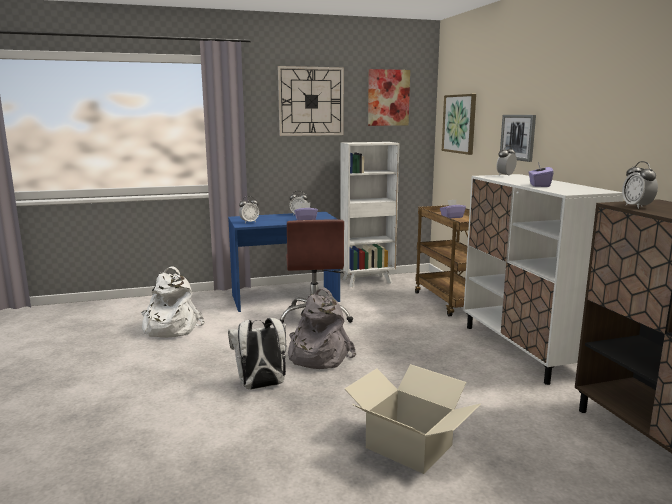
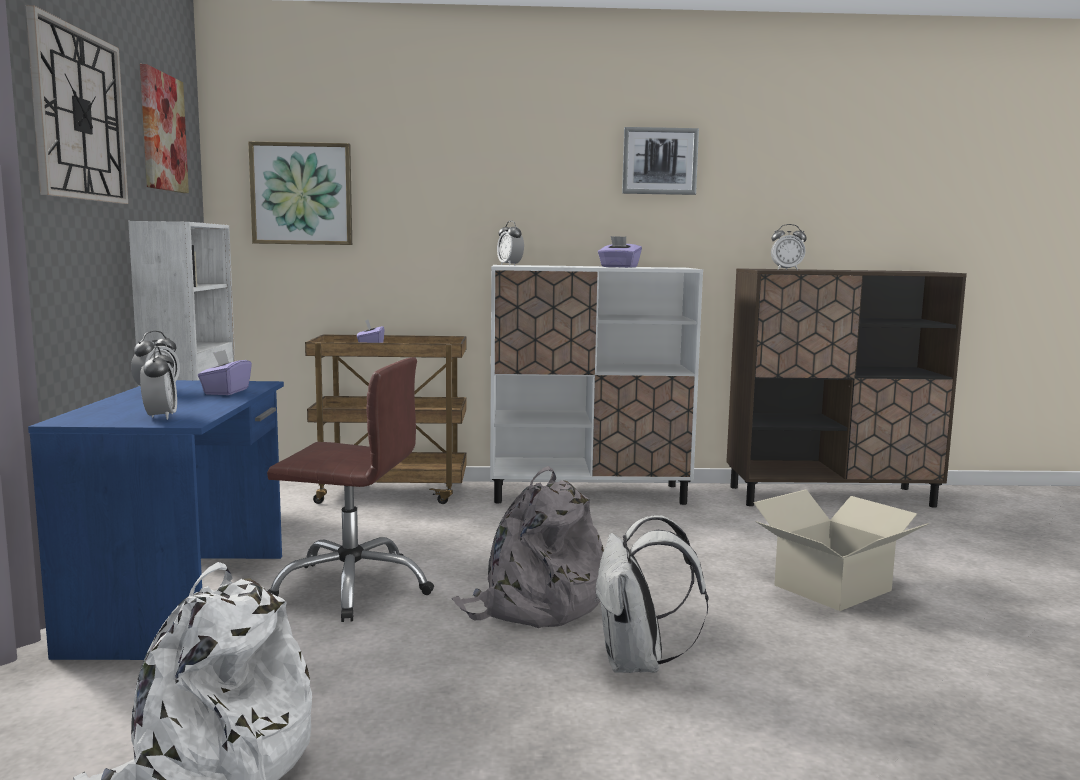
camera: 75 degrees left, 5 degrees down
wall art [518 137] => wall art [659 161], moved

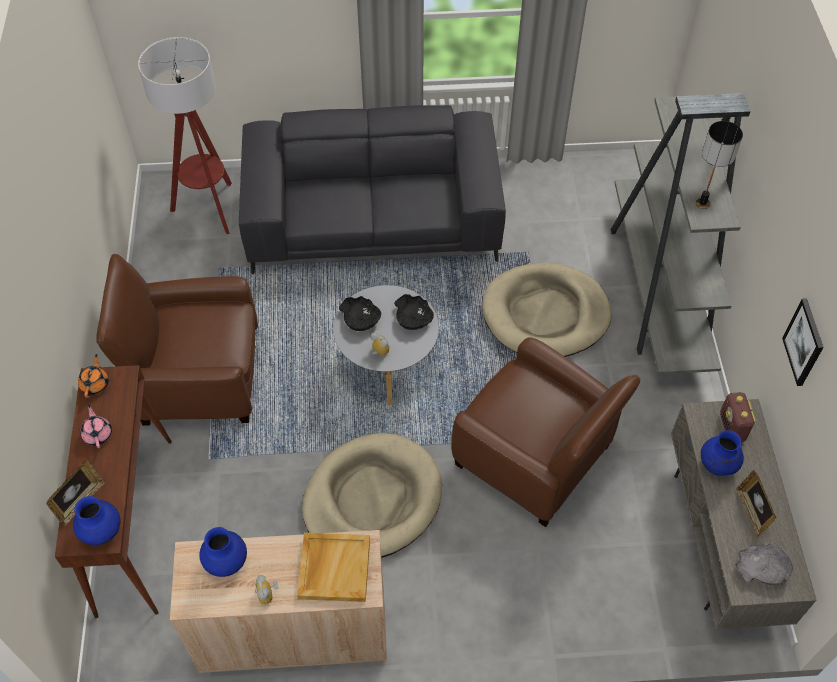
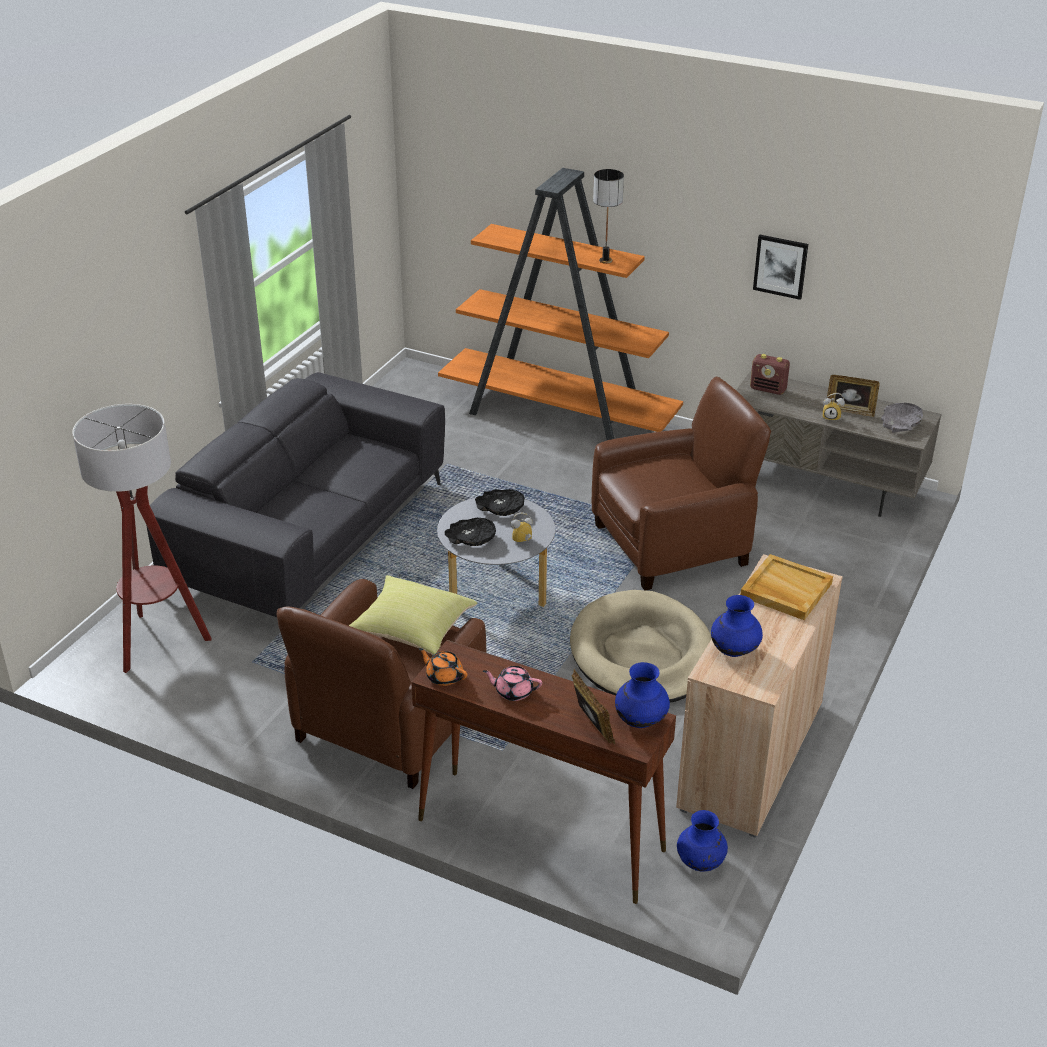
camera: 60 degrees left, 20 degrees down
grey bookcase [658 290] => orange bookcase [559 417]
beige-coloured pet bed [545 314] => nothing
blue-coloured flower vase [717 465] => blue-coloured flower vase [700 863], moved
bedside clock [268 595] => bedside clock [831 417], moved
nothing => yellow cushion [411 631]

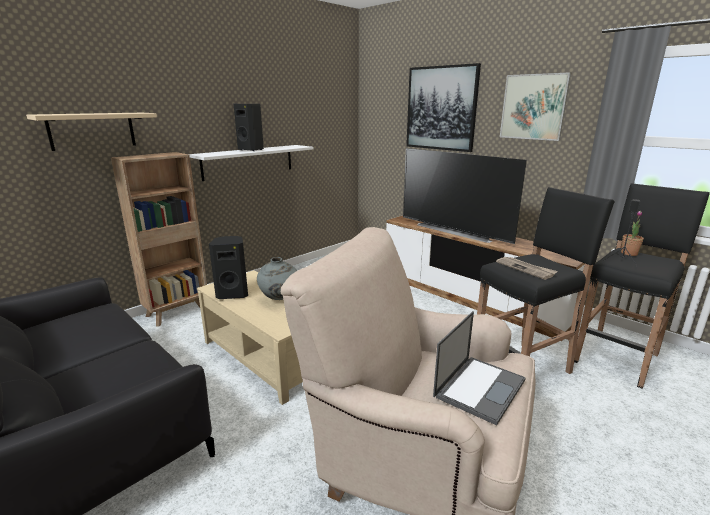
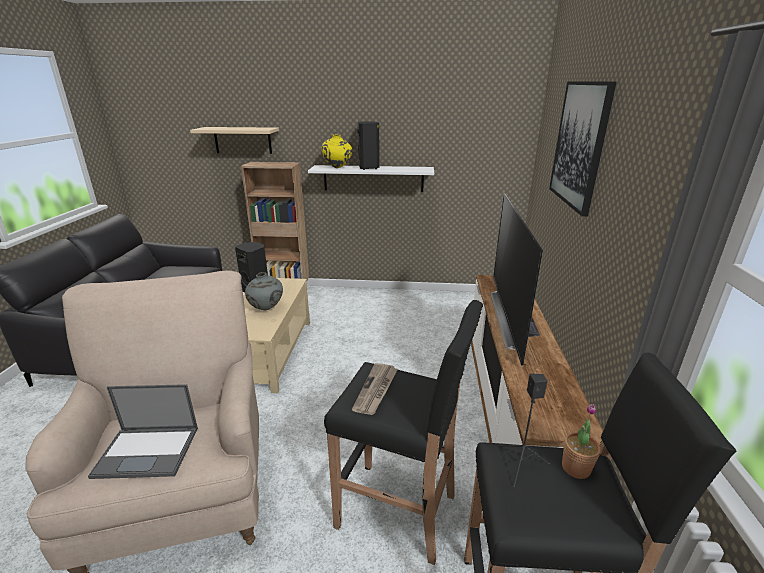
camera: 50 degrees right, 5 degrees up
wall art [533 107] => nothing
nothing => yellow flower vase [337 168]

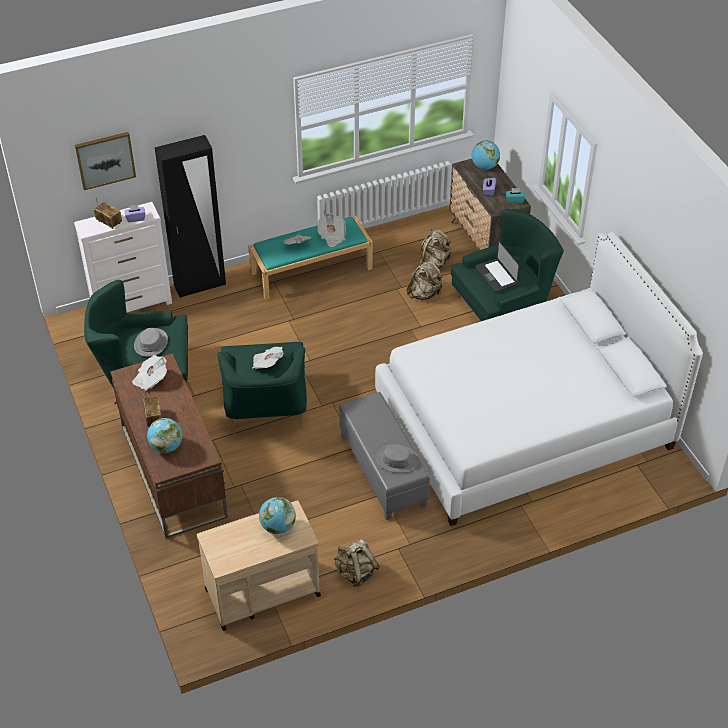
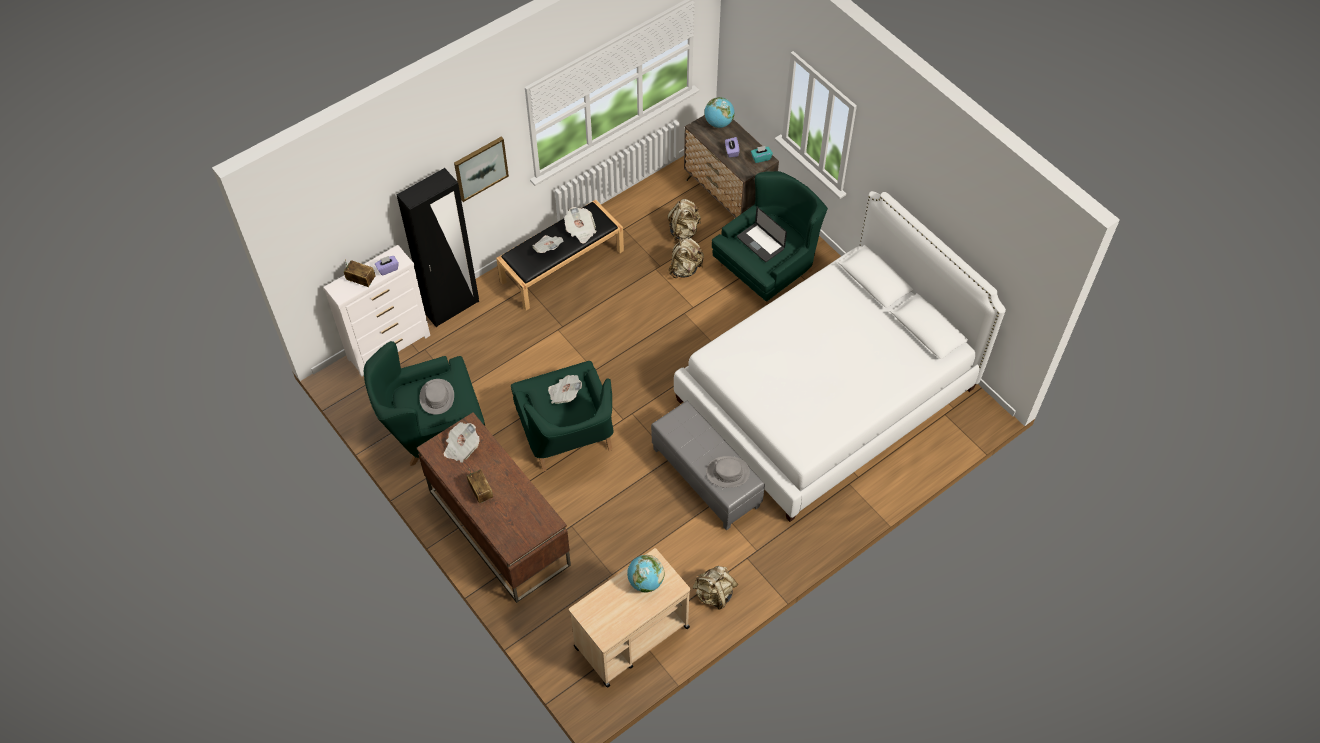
camera: 15 degrees left, 10 degrees up
wall art [105 160] => wall art [480 168], moved
turquoise long seat [312 270] => black long seat [562 265]
globe [166 446] => nothing

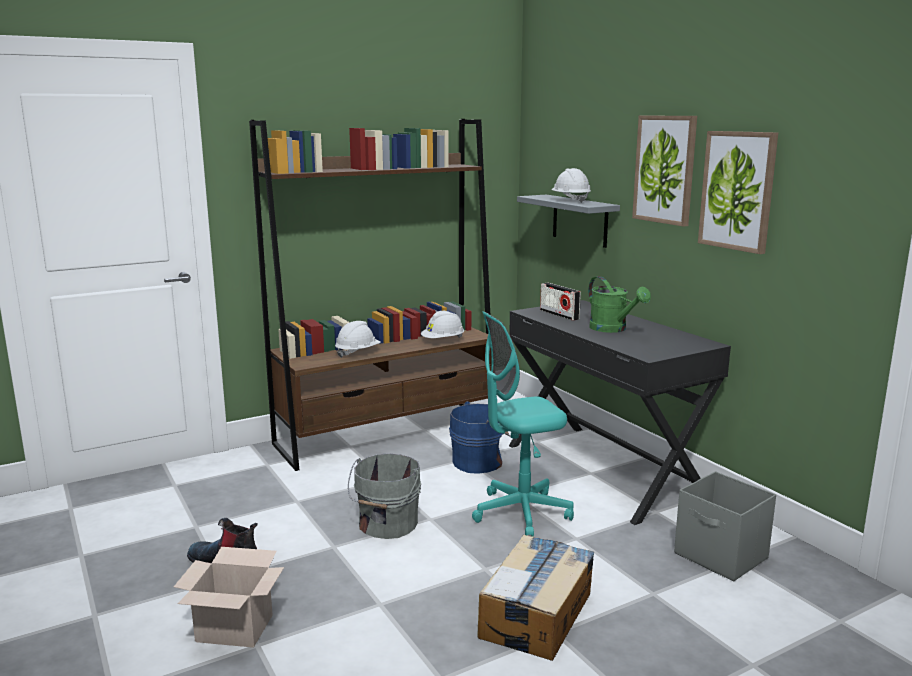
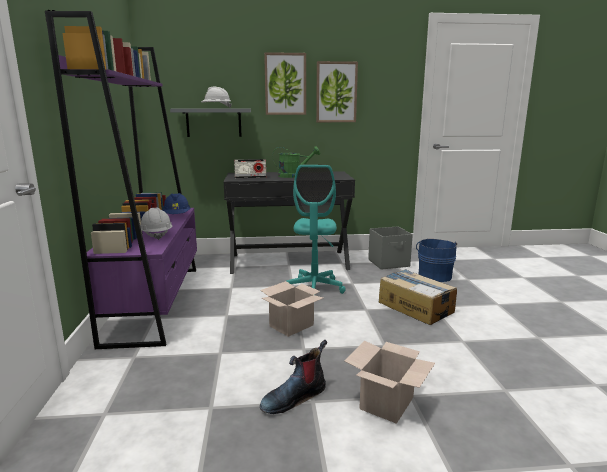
camera: 65 degrees left, 0 degrees up
brown-coloured bookcase [388 434] => purple-coloured bookcase [155 302]
white hard hat [443 341] => blue-coloured hard hat [177 216]
blue-coloured pail [479 462] => blue-coloured pail [434 275], moved
grey pail [386 525] => carton [291 326]

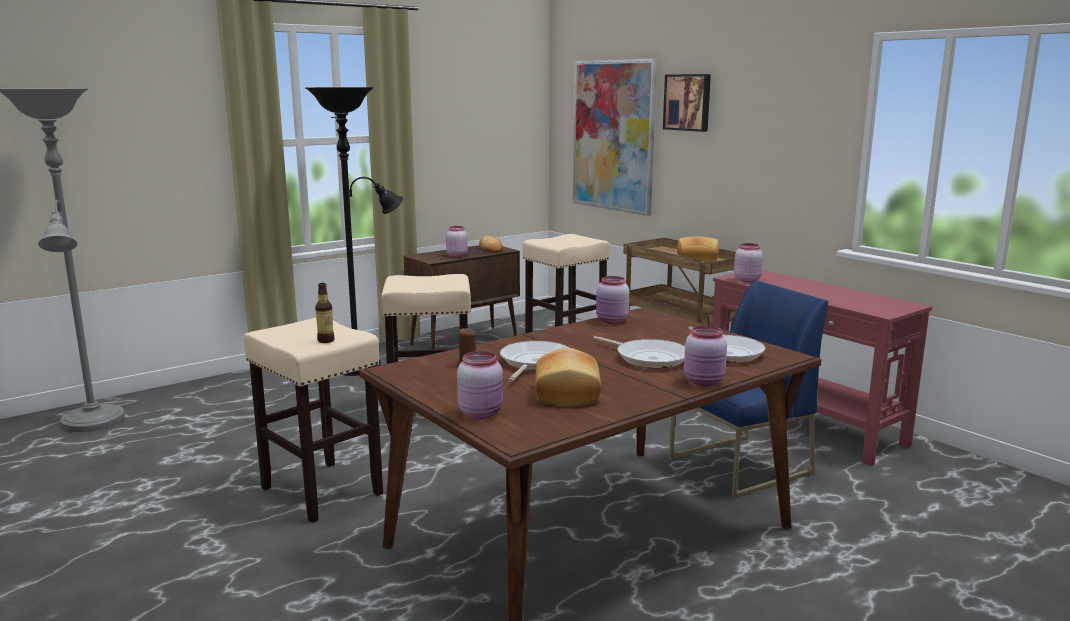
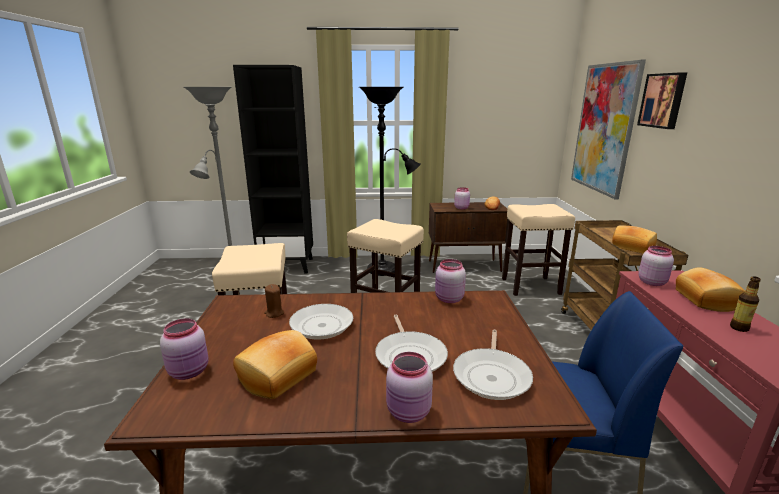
camera: 35 degrees right, 5 degrees up
beverage bottle [326 340] => beverage bottle [739 328], moved
nothing => black bookcase [288 265]
nothing => baked bread [705 300]

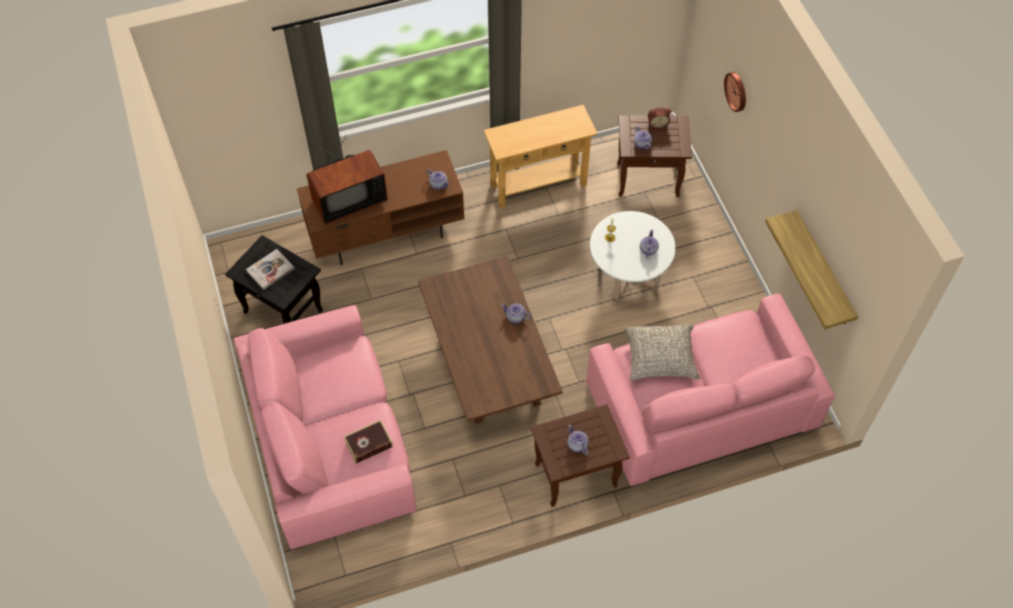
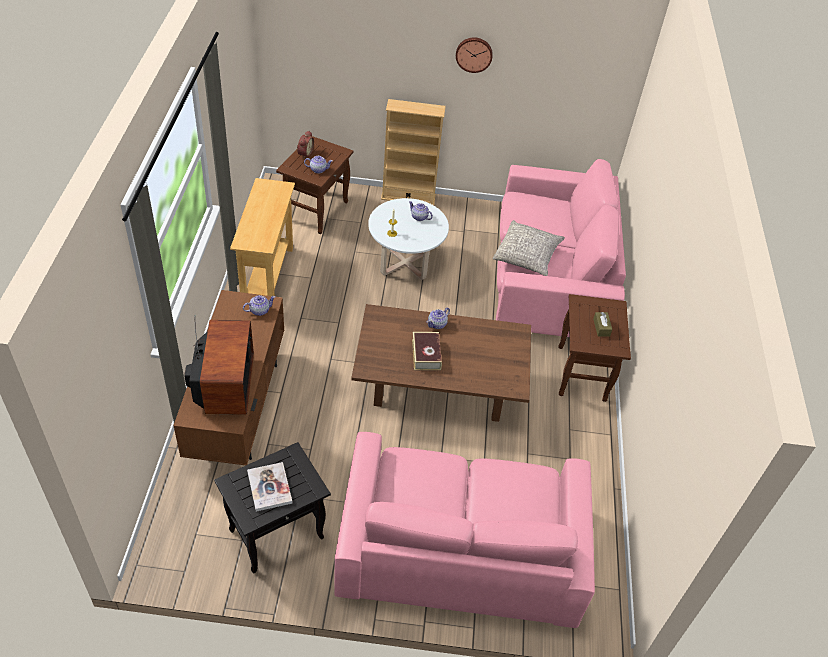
camera: 70 degrees left, 10 degrees down
wall clock [737 91] => wall clock [474 54], moved
shelf [823 270] => nothing
book [369 444] => book [426 354], moved
tea pot [577 444] => brown-coloured box of tissues [601 327]
nothing => beige-coloured bookcase [408 197]

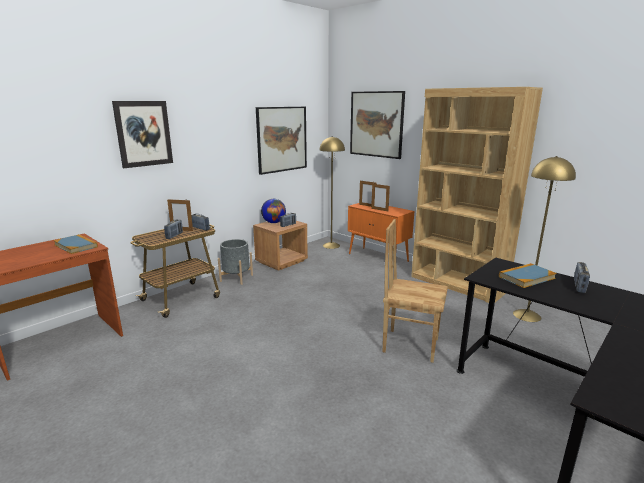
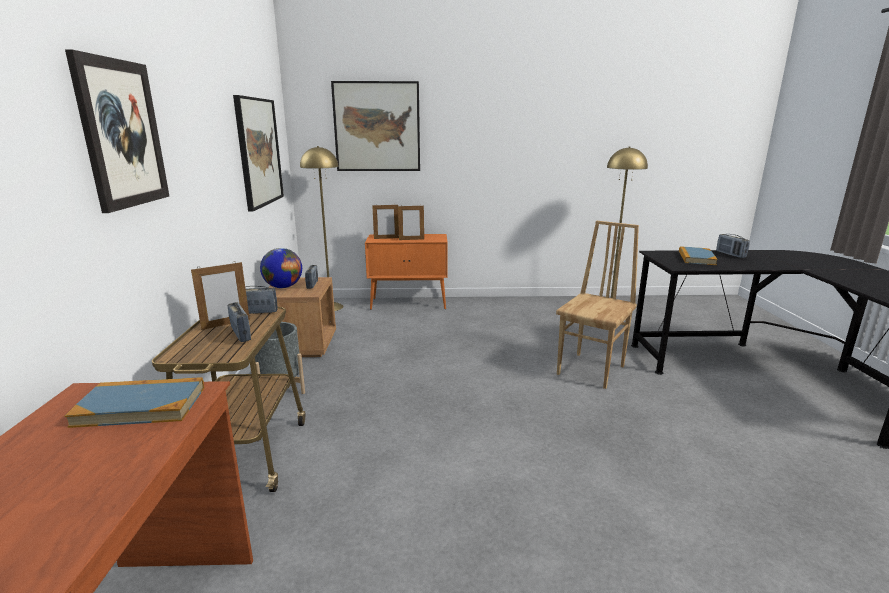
camera: 45 degrees left, 0 degrees up
brown-coloured bookcase [458 284] => nothing
brown-coloured chair [410 344] => brown-coloured chair [592 370], 150 degrees clockwise

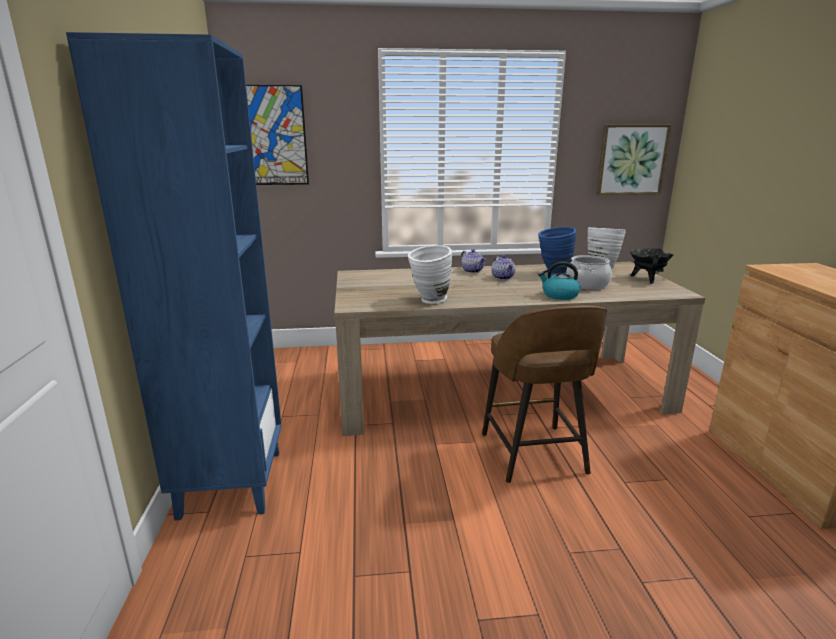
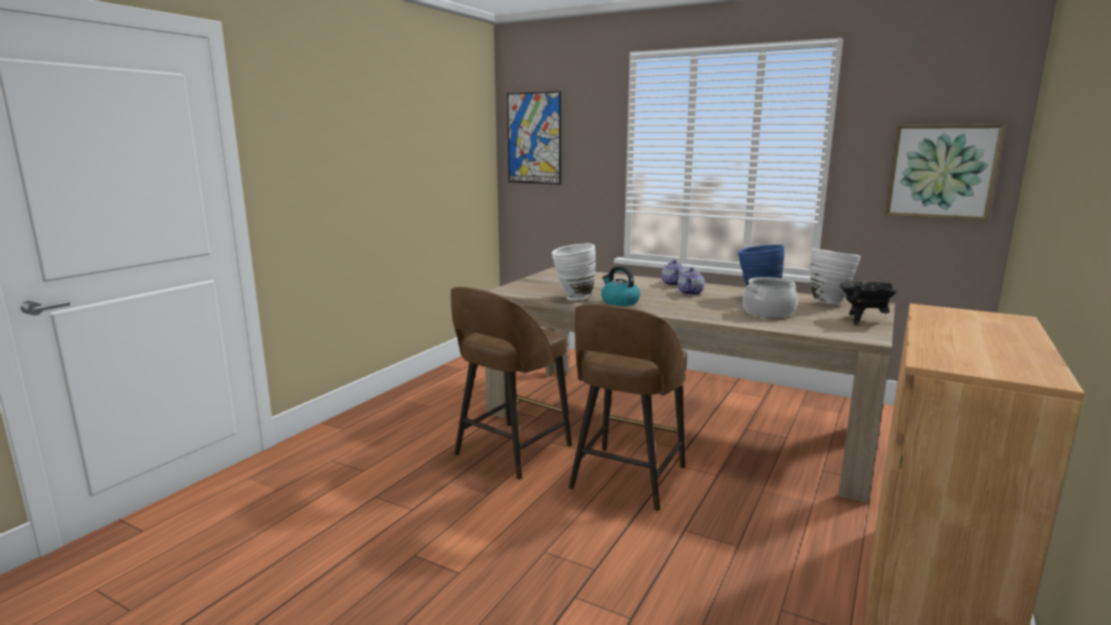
camera: 35 degrees right, 5 degrees down
blue-coloured bookcase [230 482] => nothing
water kettle [559 295] => water kettle [619 302], moved
nothing => brown-coloured sitting stool [510 451]

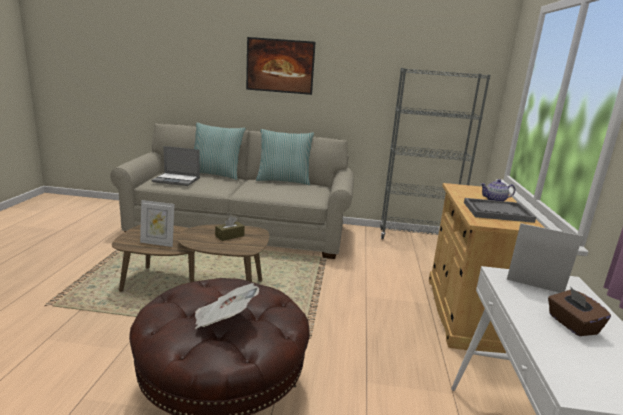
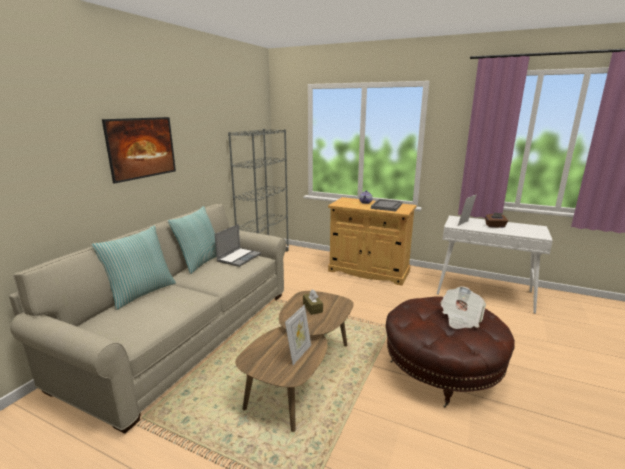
camera: 70 degrees left, 0 degrees up
portable computer [177 180] => portable computer [239 258], moved

